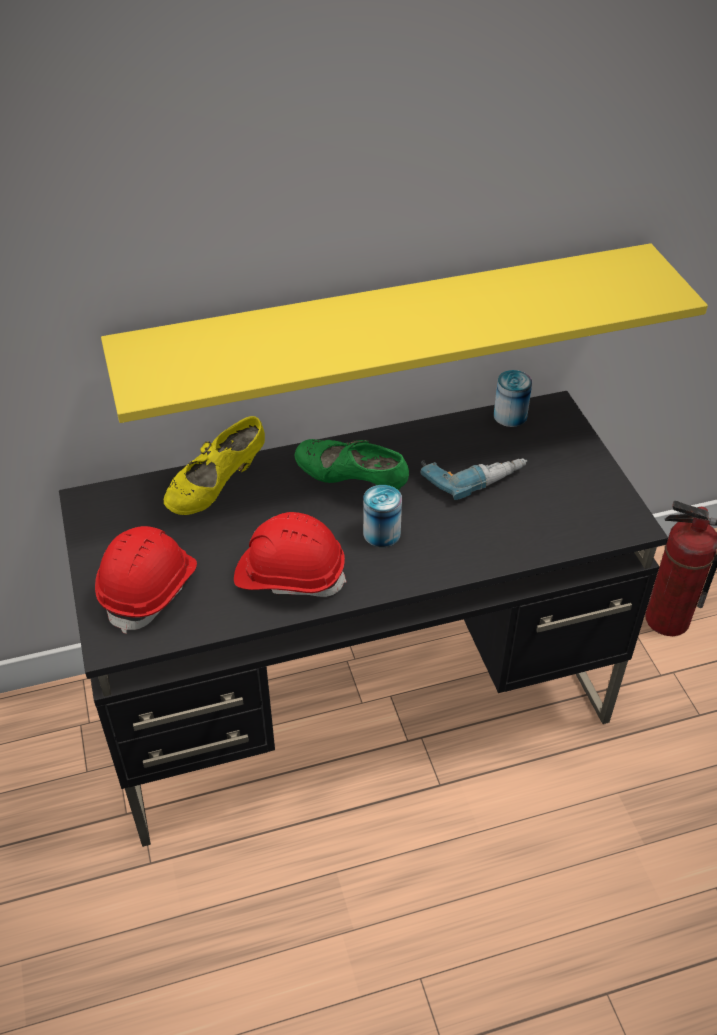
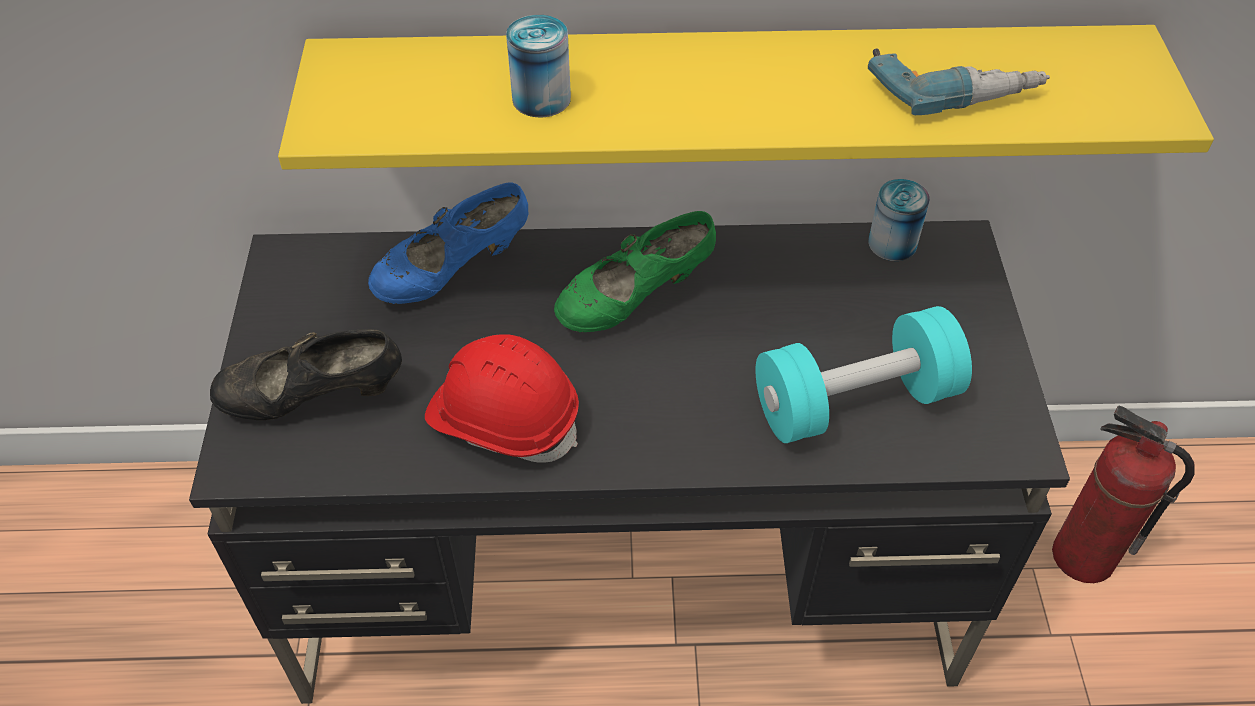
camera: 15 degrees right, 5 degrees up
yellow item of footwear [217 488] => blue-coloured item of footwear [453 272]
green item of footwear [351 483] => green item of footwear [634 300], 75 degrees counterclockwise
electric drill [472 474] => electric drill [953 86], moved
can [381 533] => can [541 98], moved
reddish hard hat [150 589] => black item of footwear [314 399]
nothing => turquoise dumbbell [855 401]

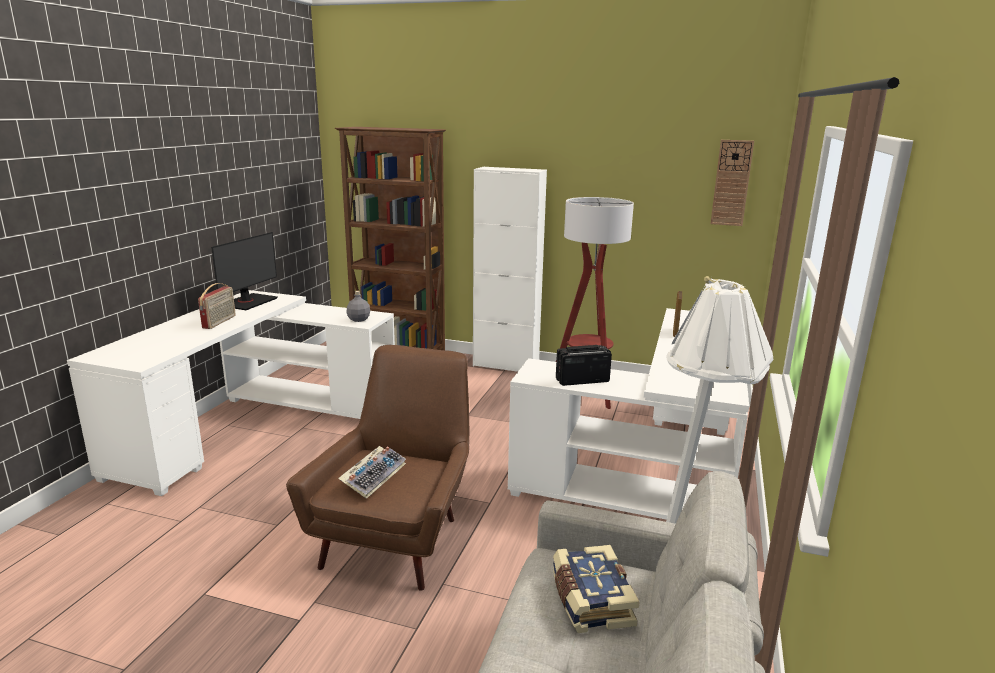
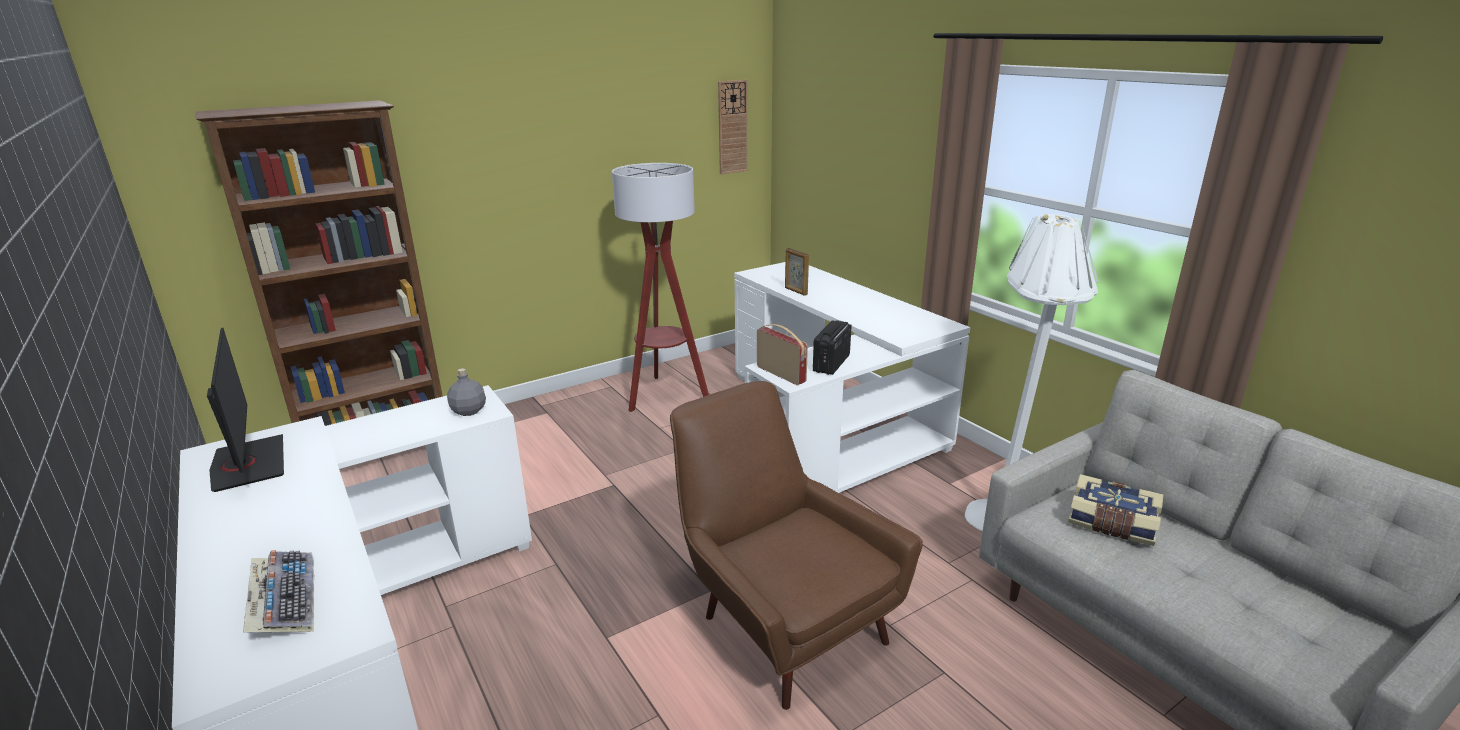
camera: 50 degrees left, 5 degrees up
white cabinet [505 365] => nothing
radio set [220 322] => radio set [781 374], moved
computer keyboard [373 476] => computer keyboard [283 601], moved

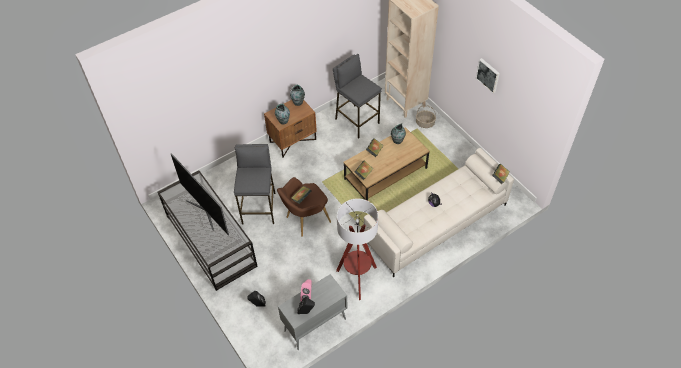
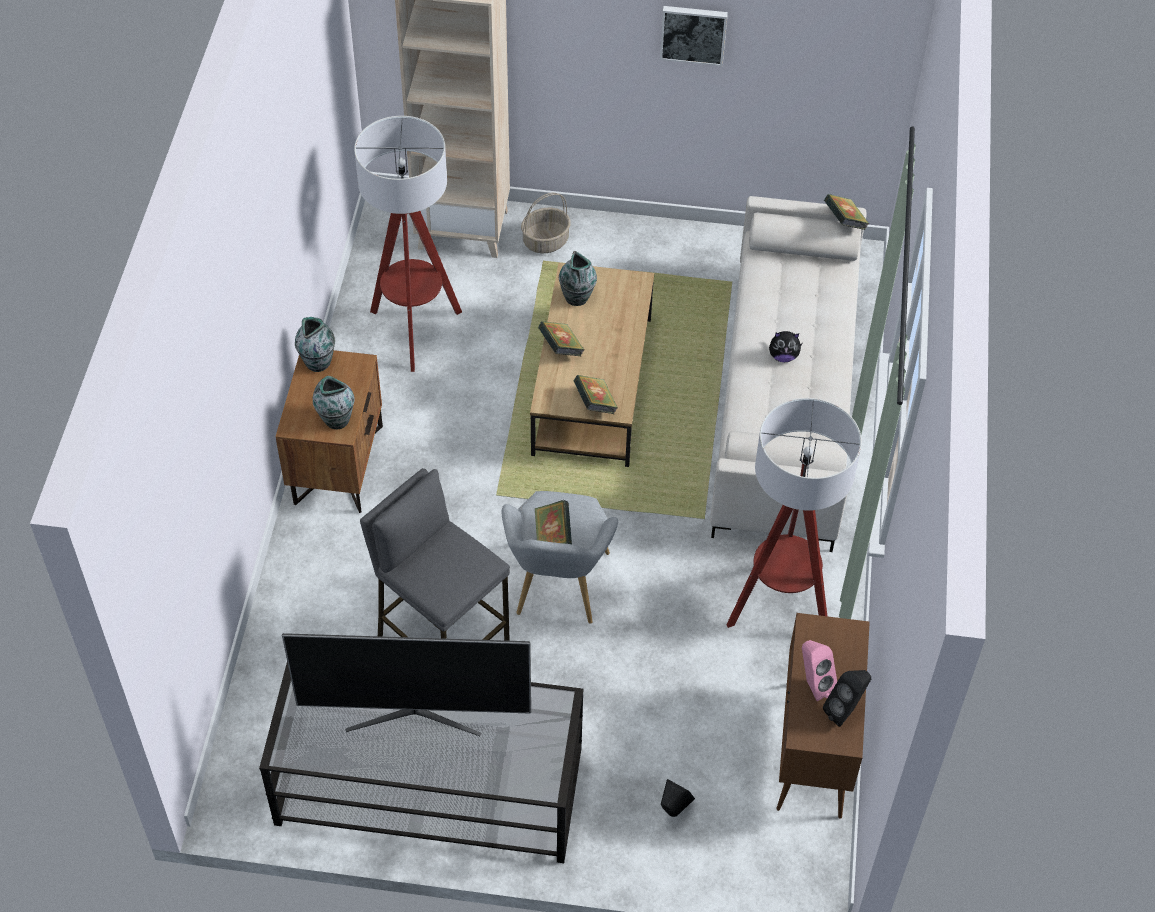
camera: 50 degrees left, 0 degrees up
grey sitting stool [357 121] => floor lamp [415 331]
brown-coloured lounge chair [305 220] => grey lounge chair [558 589]
grey cabinet [314 325] => brown-coloured cabinet [813 751]

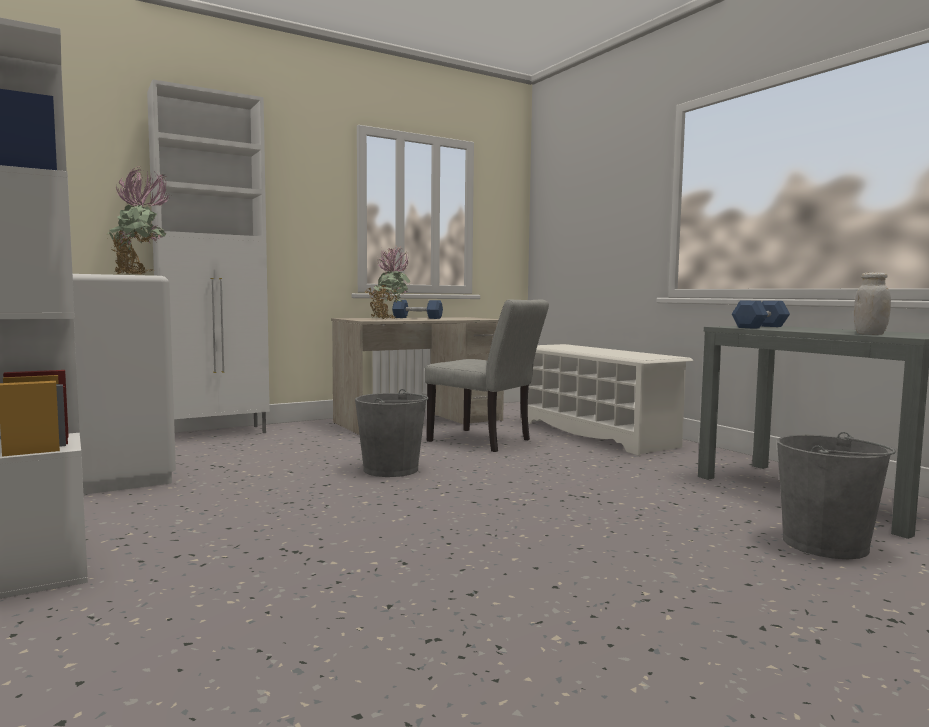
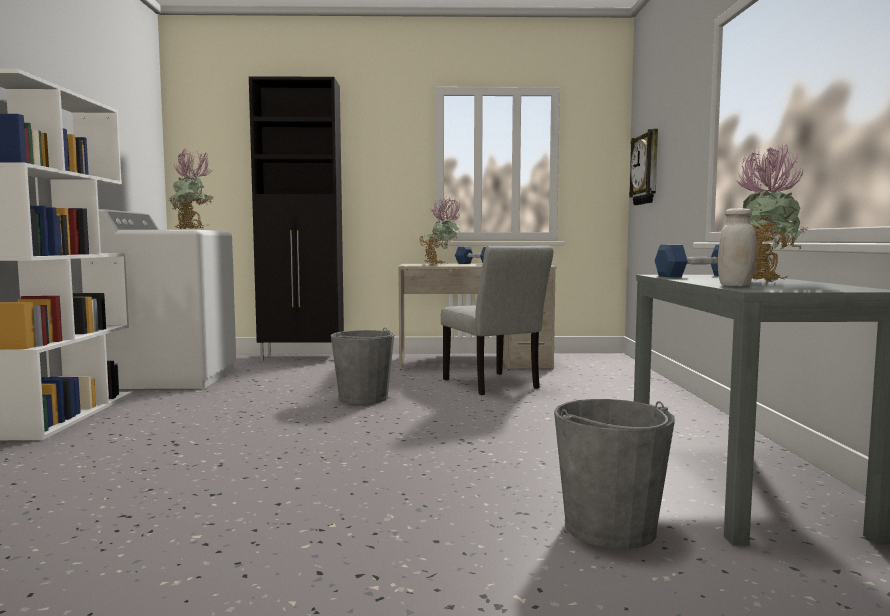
camera: 30 degrees right, 0 degrees up
white cabinet [217 434] => black cabinet [303 357]
white shoe stand [596 433] => nothing
nothing => wall clock [646 169]
nothing => houseplant [759 281]

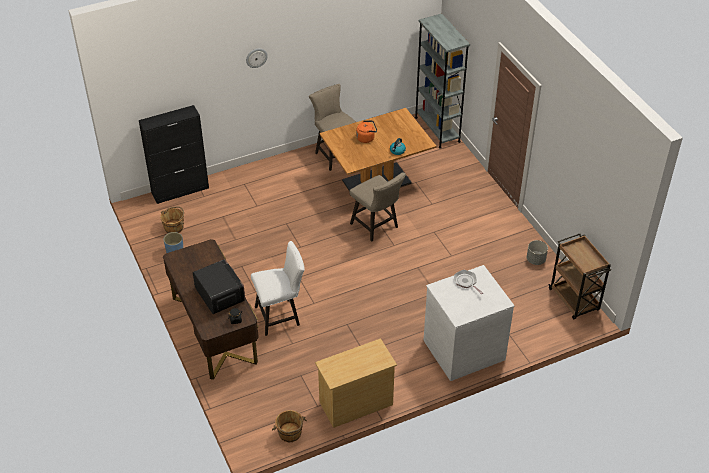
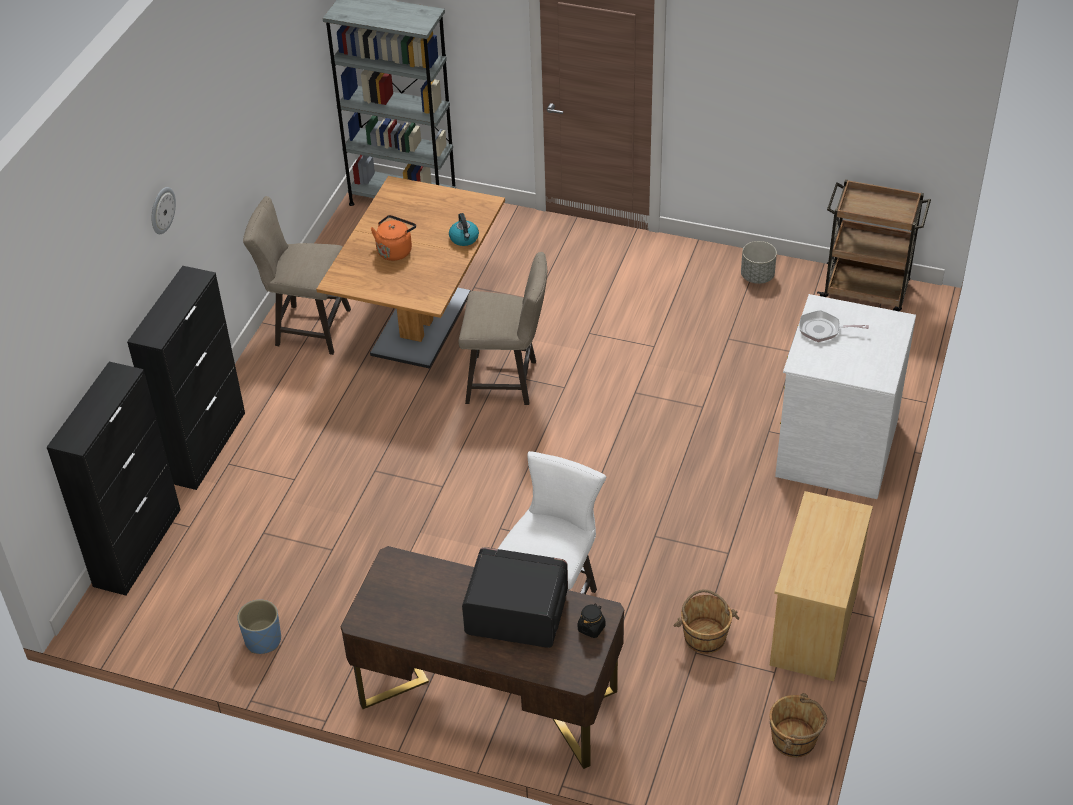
camera: 45 degrees left, 0 degrees up
brown-coloured pail [174 227] => brown-coloured pail [704 636], moved
nothing => black cabinet [206 446]

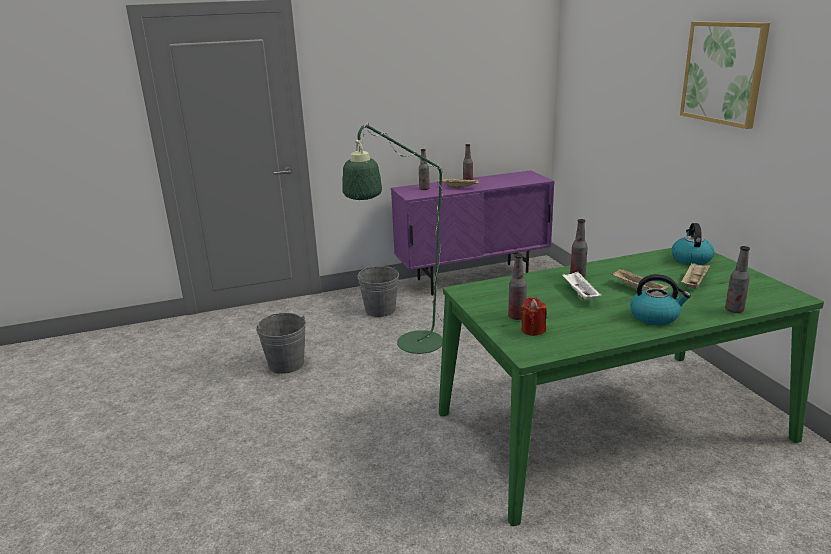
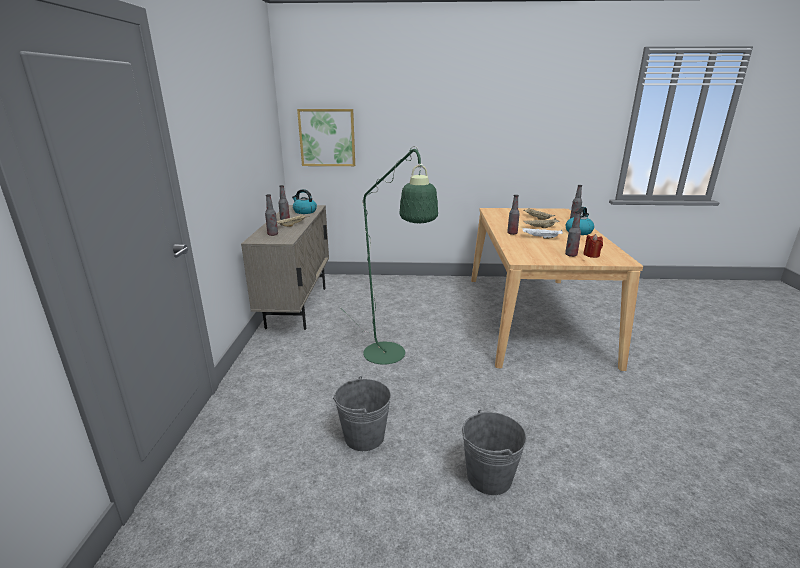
camera: 70 degrees left, 0 degrees up
wall art [723 73] => wall art [327 137], moved
purple-coloured cabinet [473 279] => beige-coloured cabinet [297 307]
water kettle [691 259] => water kettle [304 211], moved
green kitchen table [611 426] => beige-coloured kitchen table [533 316]
grey pail [380 310] => grey pail [489 477], moved

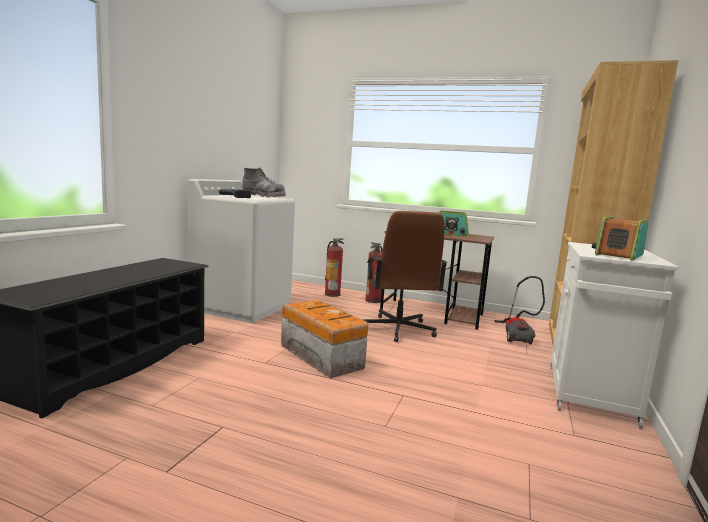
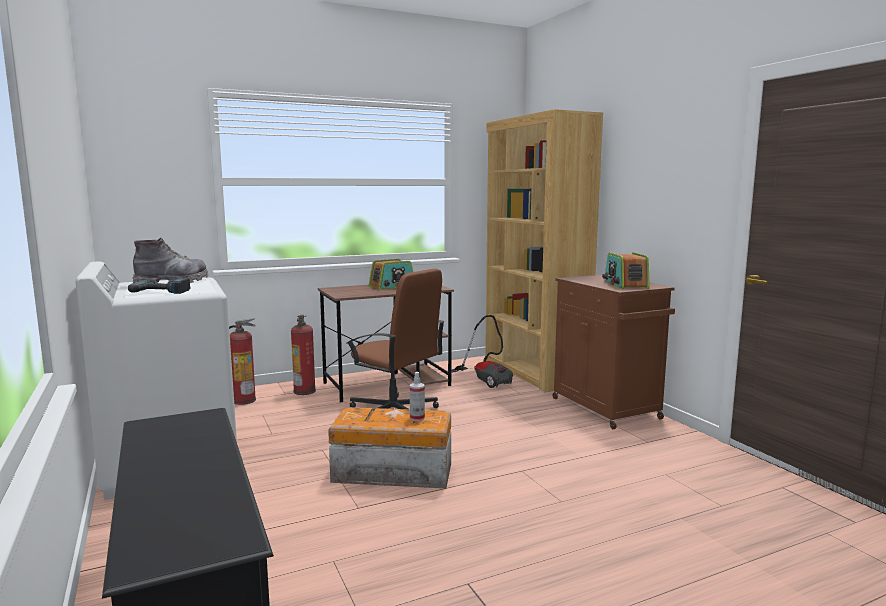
camera: 45 degrees left, 0 degrees up
white cabinet [590 395] => brown-coloured cabinet [607 409]
nothing => hand sprayer [417 418]

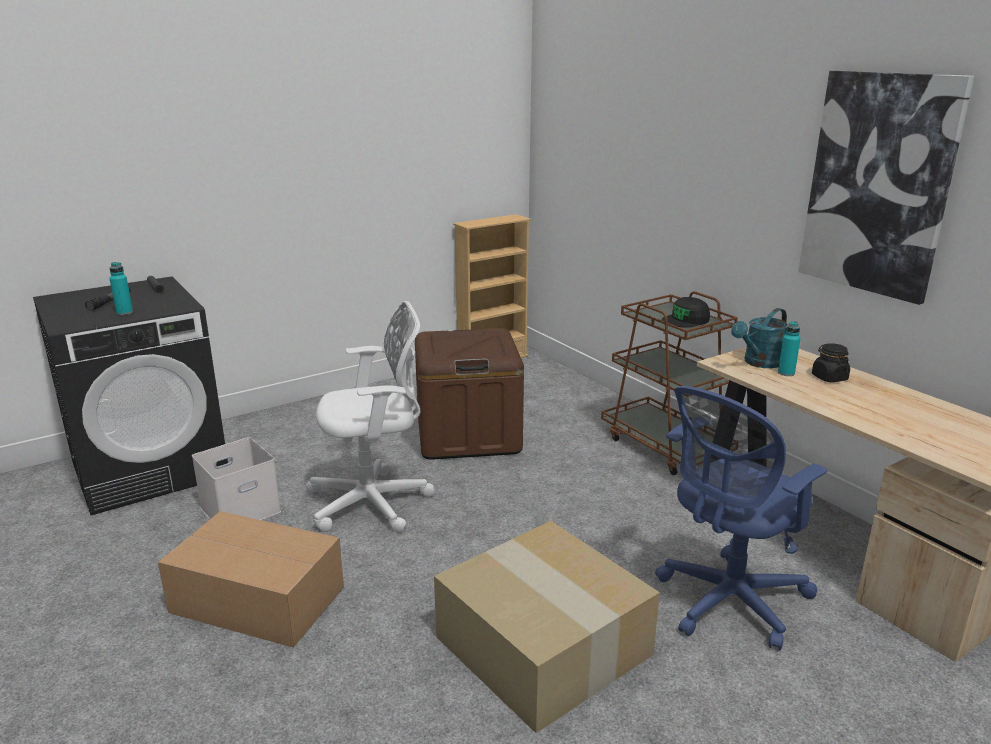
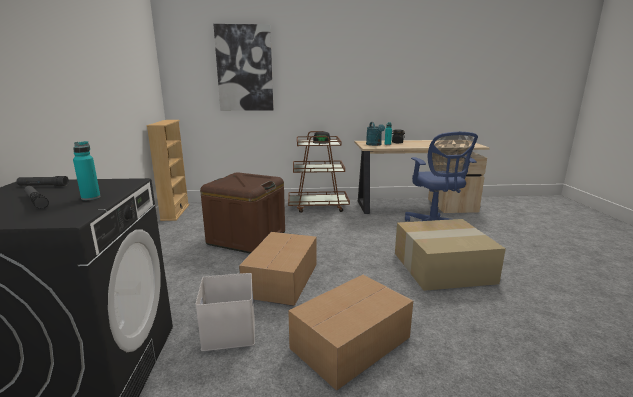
camera: 60 degrees left, 5 degrees down
wall art [878 185] => wall art [244 68], moved
white office chair [374 502] => carton [283 279]

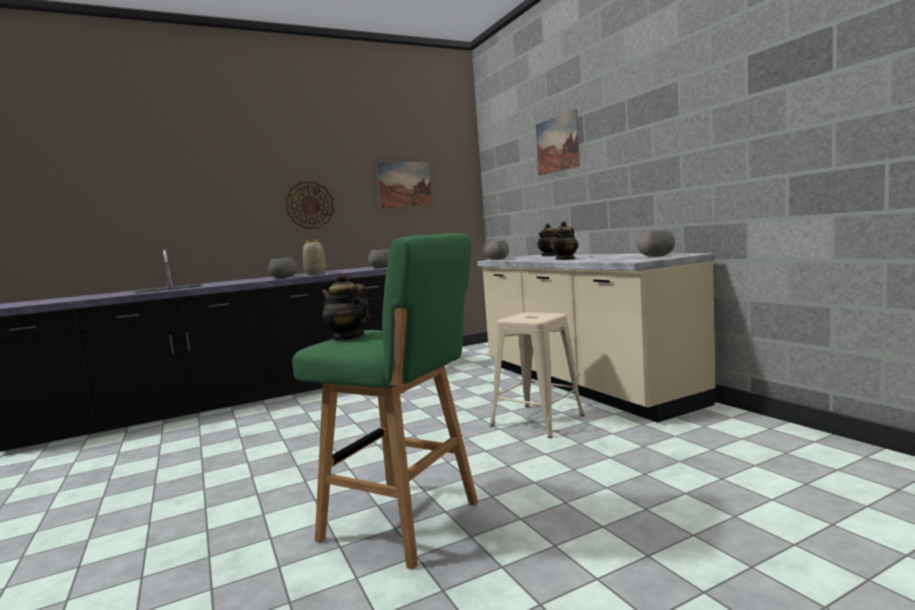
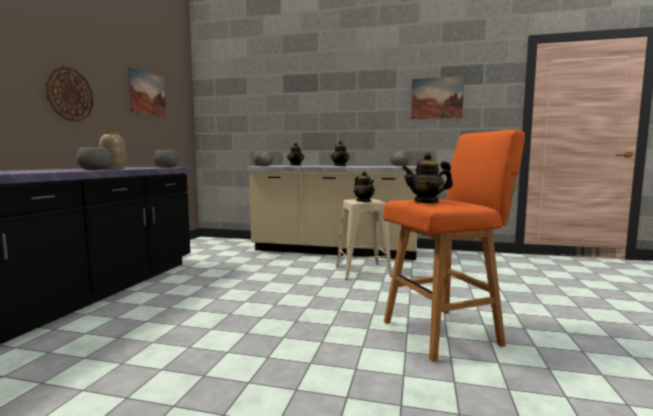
camera: 50 degrees left, 0 degrees up
wall art [557 144] => wall art [436 98], moved
green sitting stool [405 522] => orange sitting stool [444 332]
nothing => tea pot [364 201]

